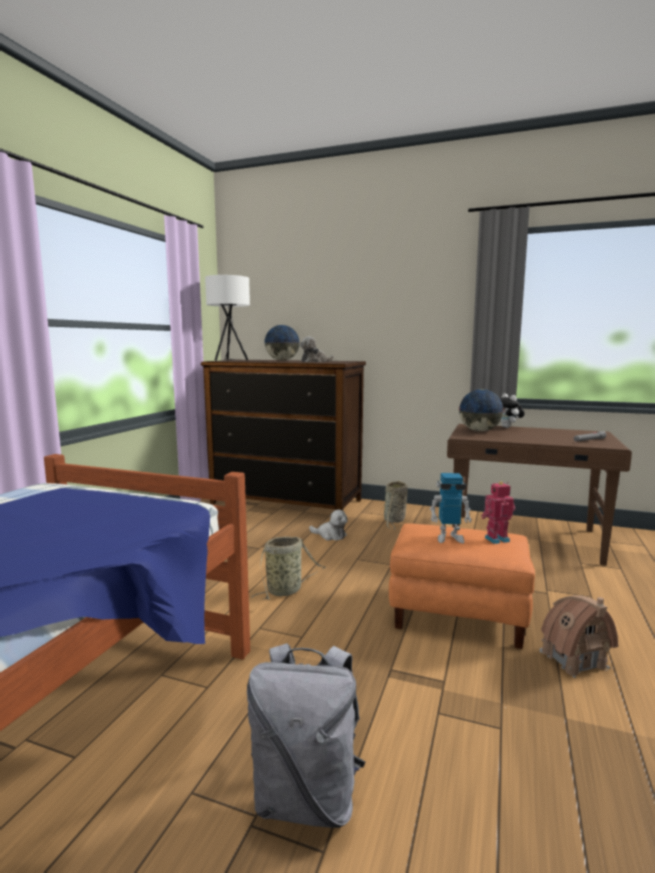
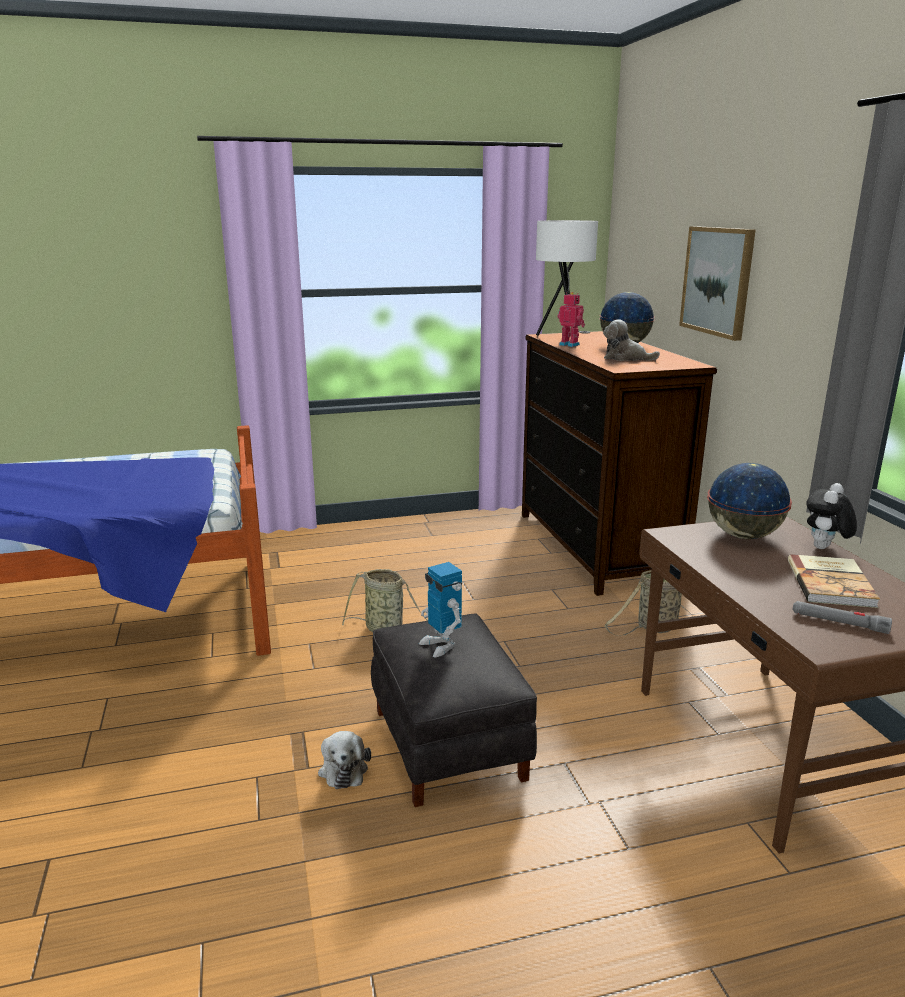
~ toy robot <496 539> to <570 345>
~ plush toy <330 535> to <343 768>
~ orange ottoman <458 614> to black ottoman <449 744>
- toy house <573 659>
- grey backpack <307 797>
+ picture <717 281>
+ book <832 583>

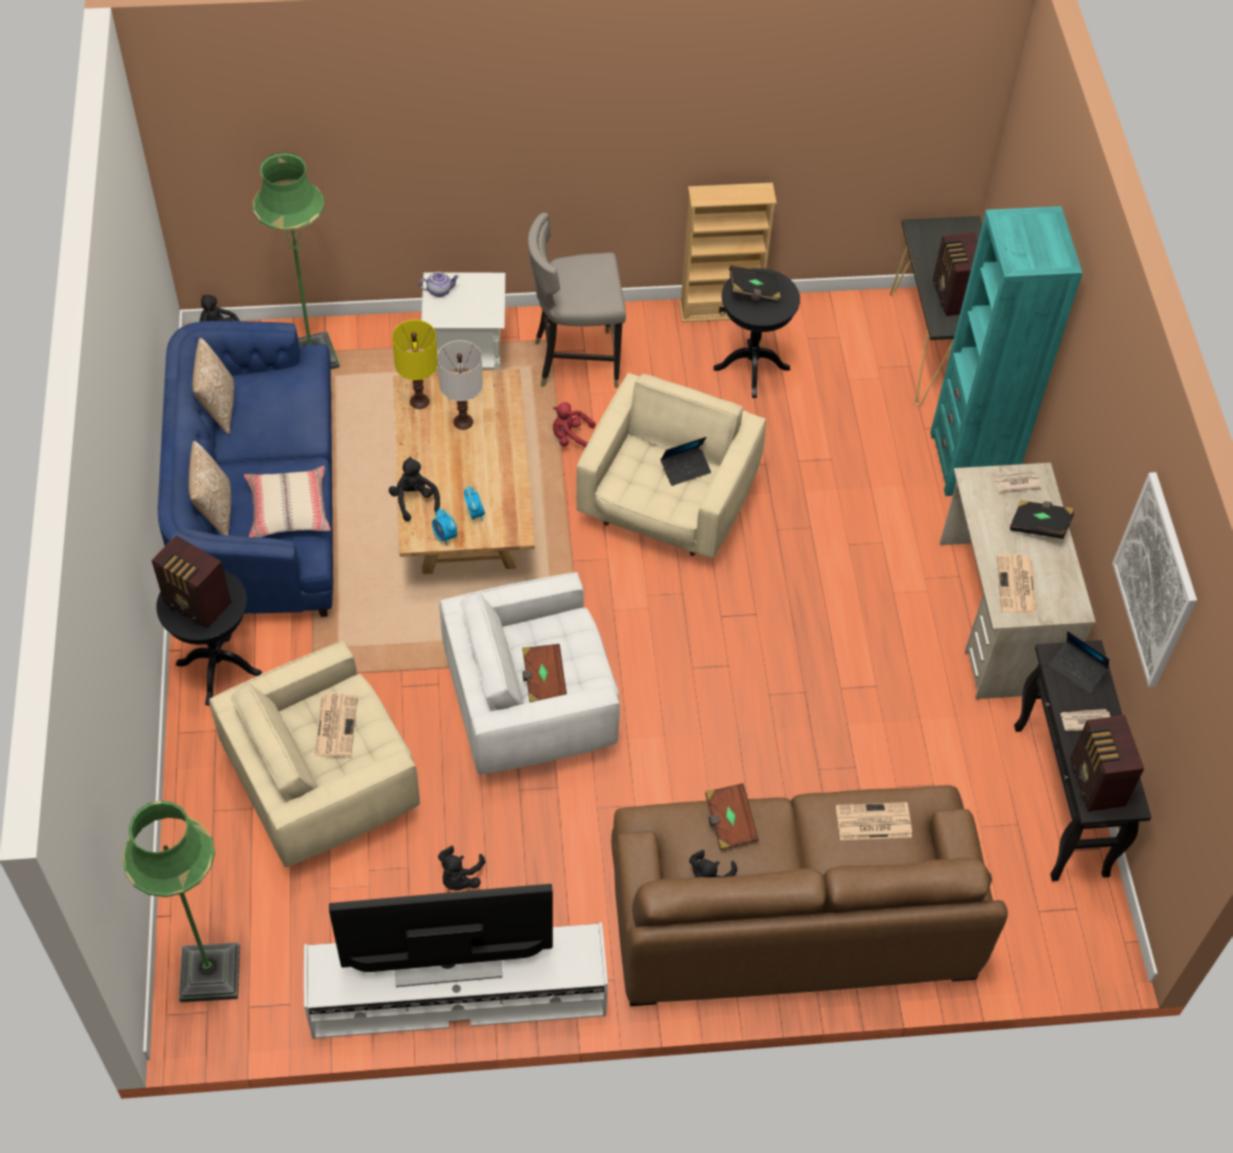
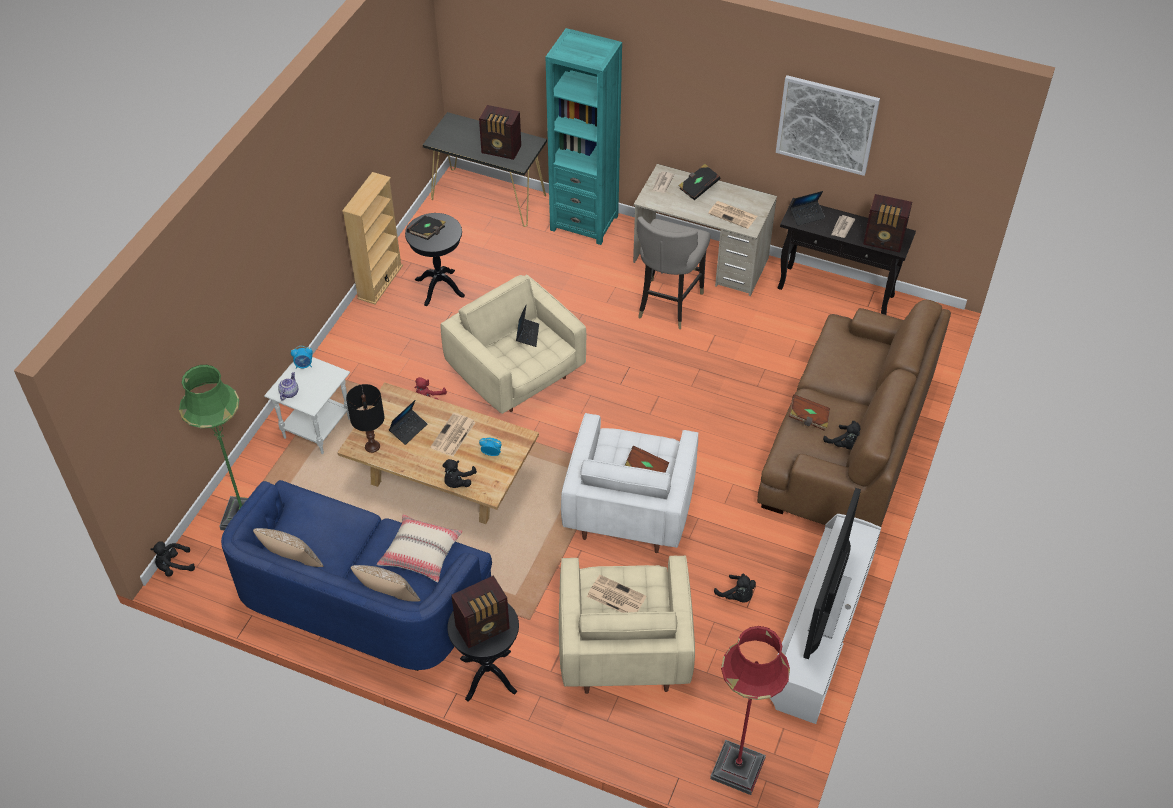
~ grey stool <575 361> to <668 304>
~ yellow table lamp <419 401> to black table lamp <372 446>
~ white table lamp <463 422> to laptop <408 429>
~ black plush toy <414 500> = <457 481> 75 degrees counterclockwise
~ alarm clock <445 536> to <304 365>
~ green floor lamp <210 973> to red floor lamp <737 768>
~ newspaper <872 822> to <453 435>

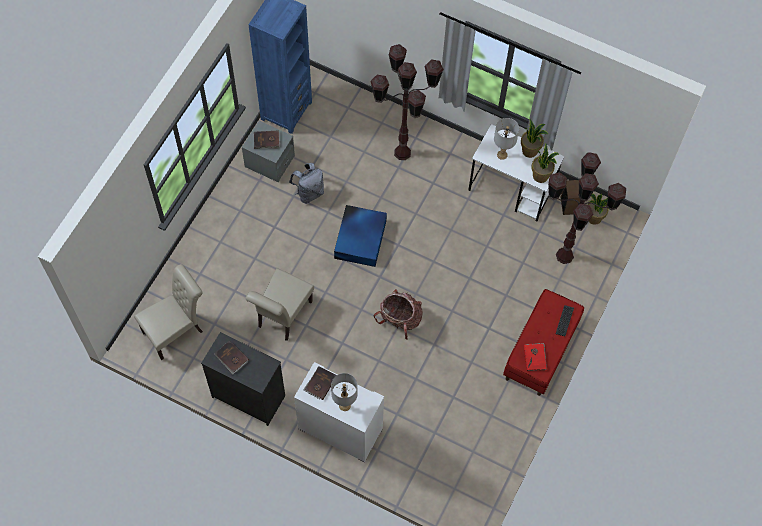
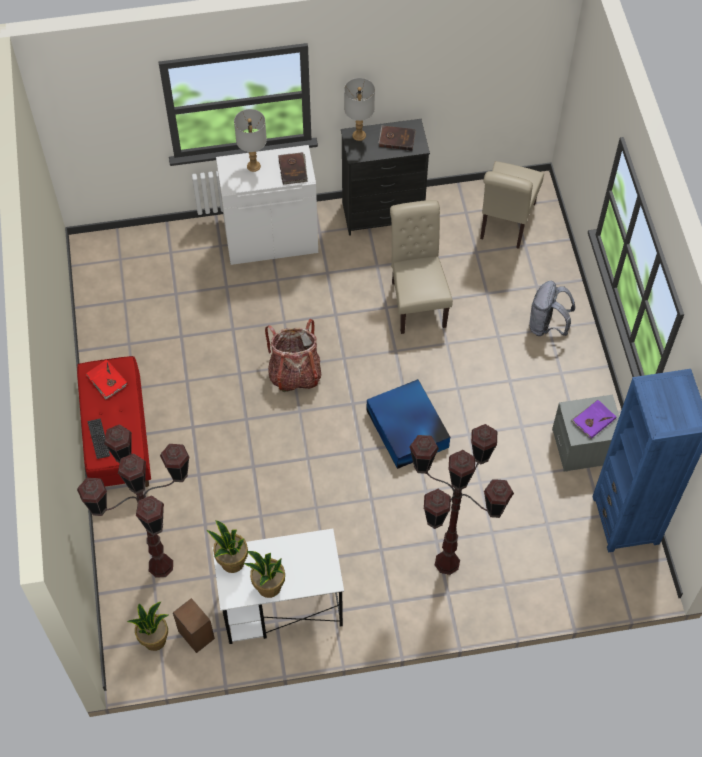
~ grey table lamp <502 154> to <359 135>
~ brown book <267 140> to purple book <593 420>
~ grey backpack <309 192> to <547 325>

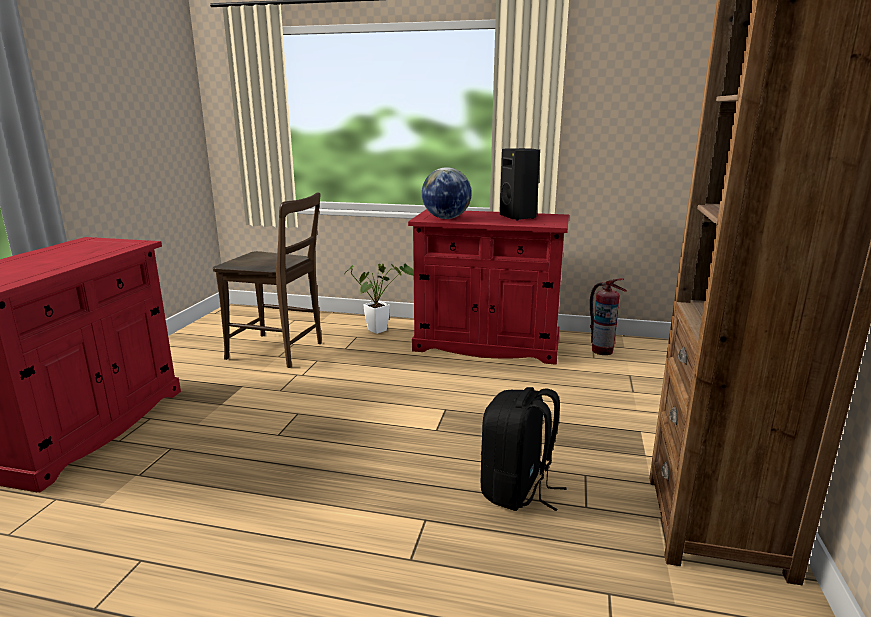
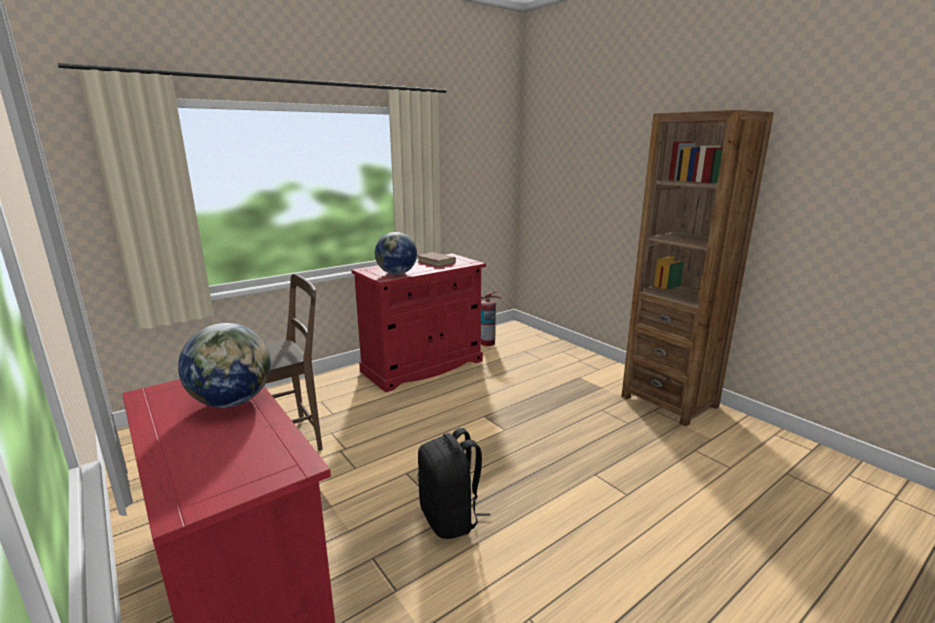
~ black speaker <519 217> to brown book <436 262>
- potted plant <381 329>
~ black backpack <517 490> to <450 518>
+ globe <233 402>

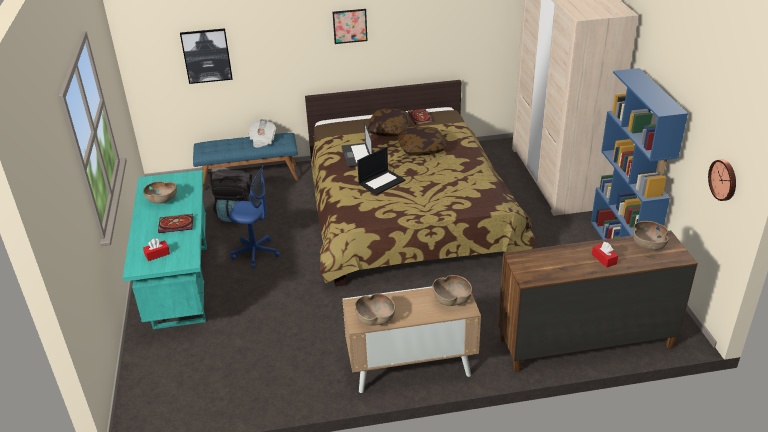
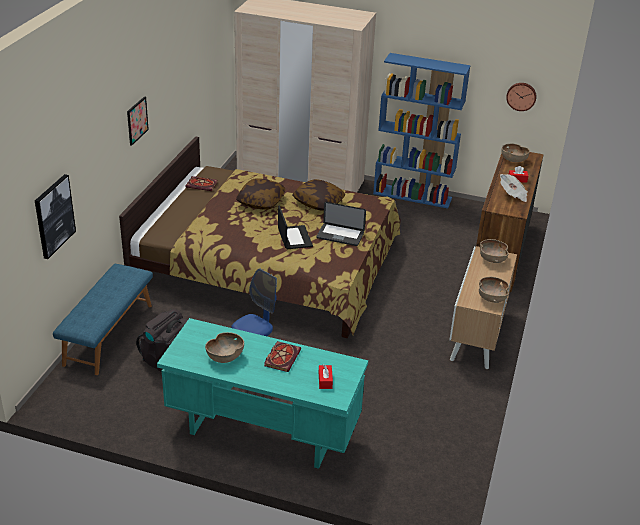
~ pillow <389 130> to <318 202>
~ newspaper <262 140> to <513 195>
~ laptop <356 156> to <340 235>

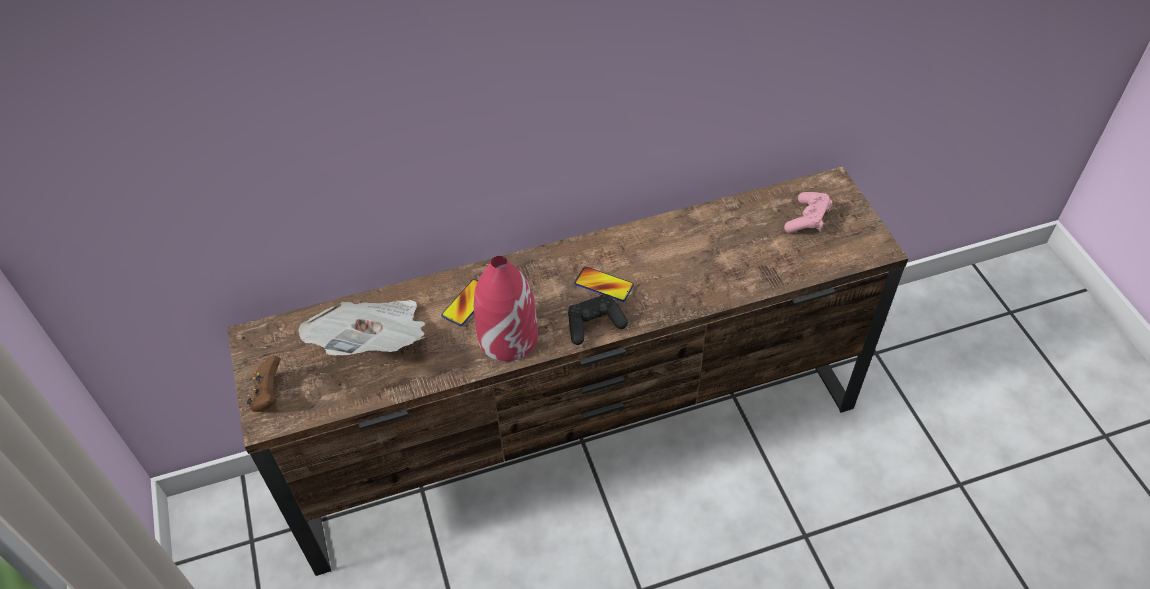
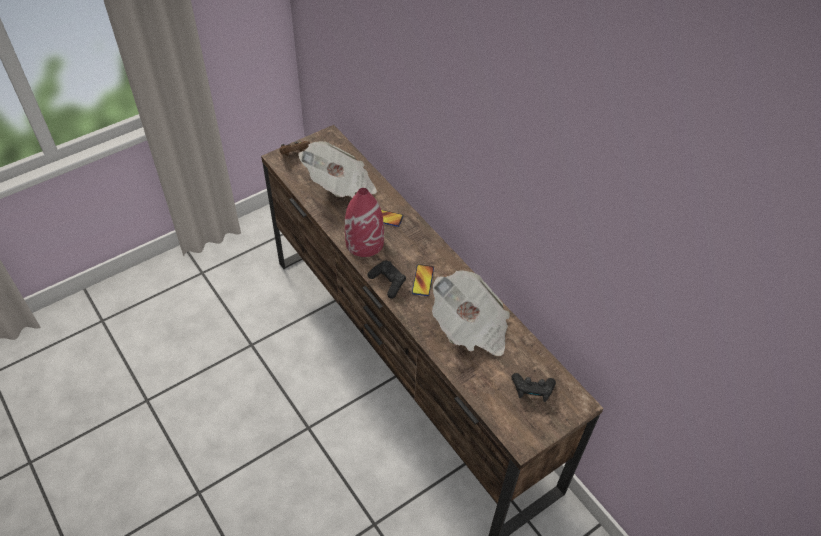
~ pink game controller <807 220> to black game controller <532 390>
+ newspaper <470 327>

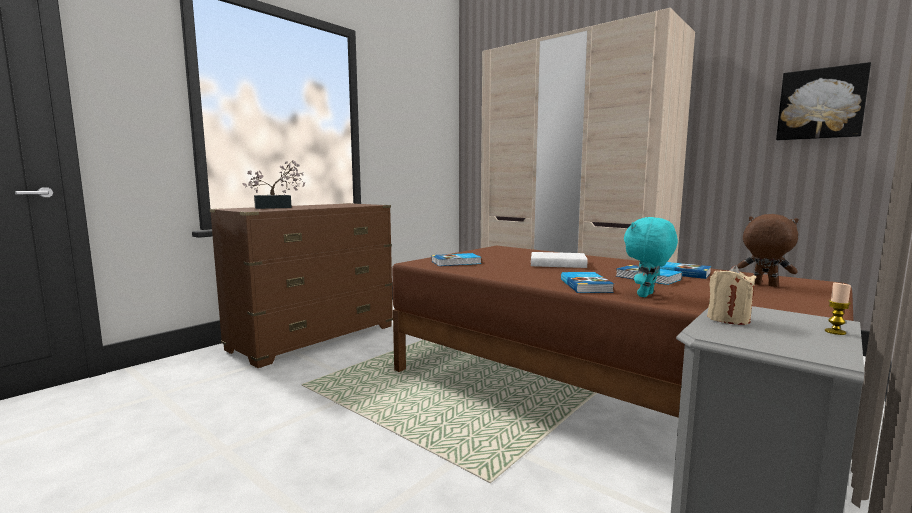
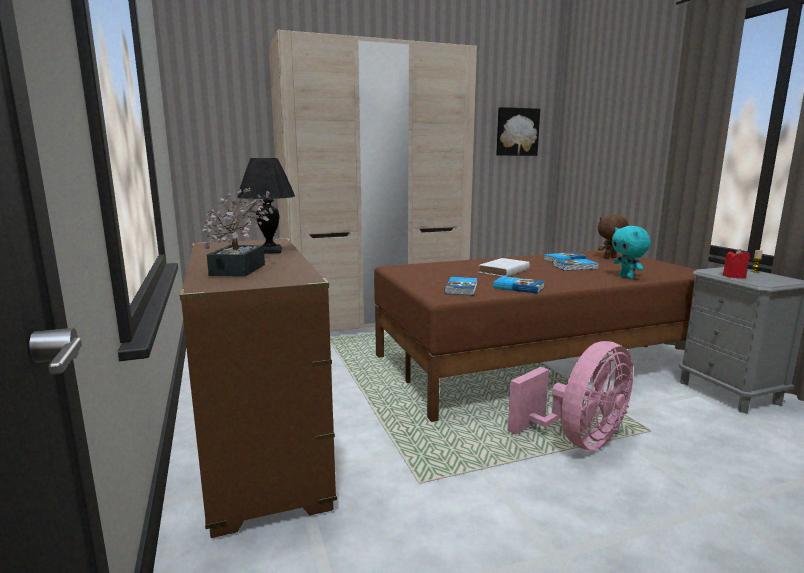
~ beige candle <728 319> to red candle <734 276>
~ book <586 286> to <518 287>
+ black table lamp <270 251>
+ pink fan <578 440>

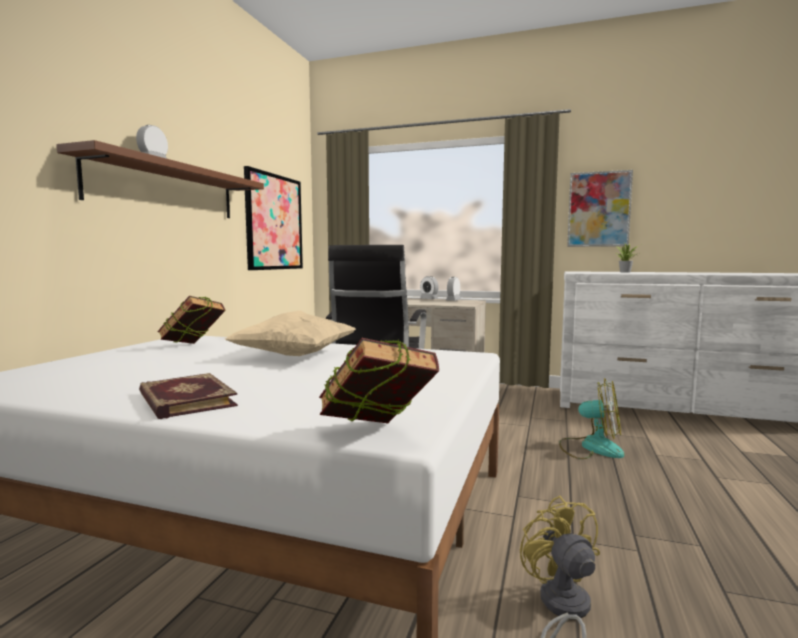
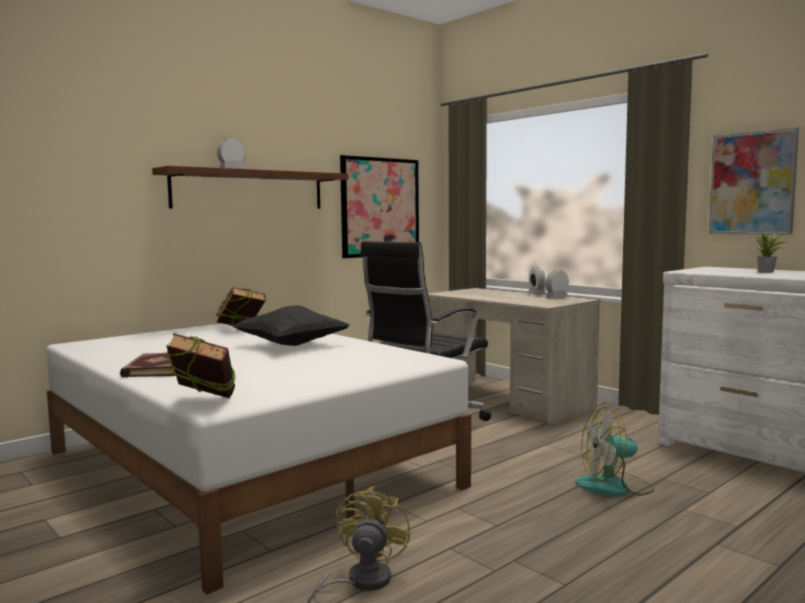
~ beige pillow <294 356> to black pillow <291 345>
~ fan <591 447> = <614 487> 120 degrees clockwise

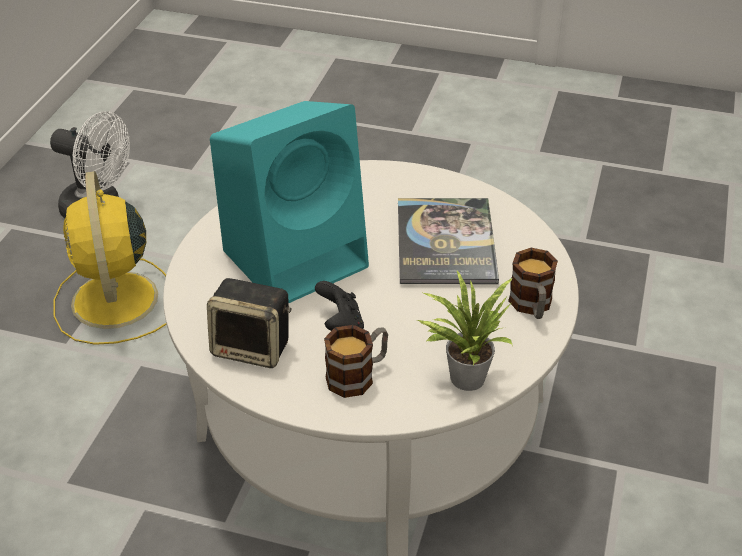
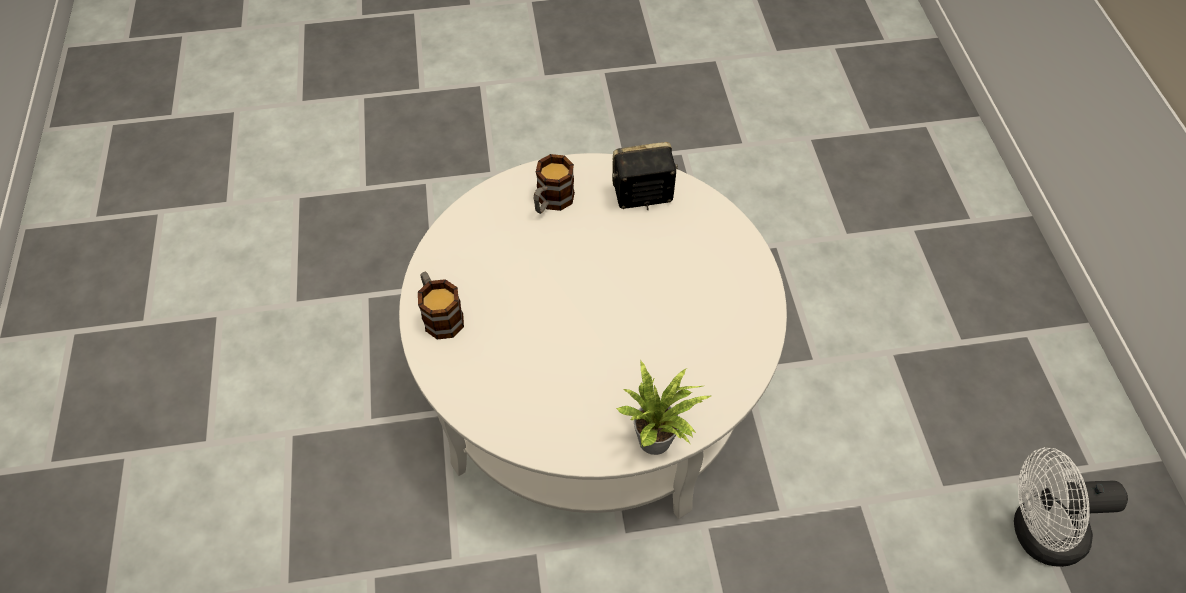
- turquoise speaker <298 257>
- yellow fan <115 302>
- book <445 242>
~ potted plant <463 375> to <659 440>
- black game controller <341 325>

